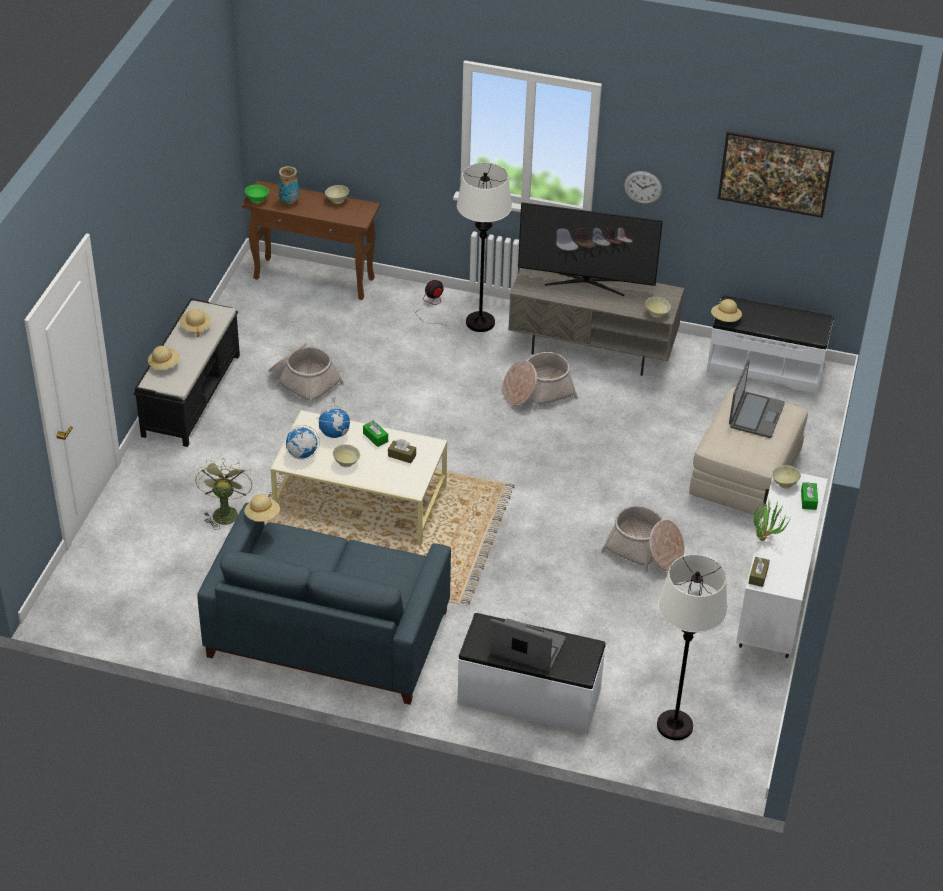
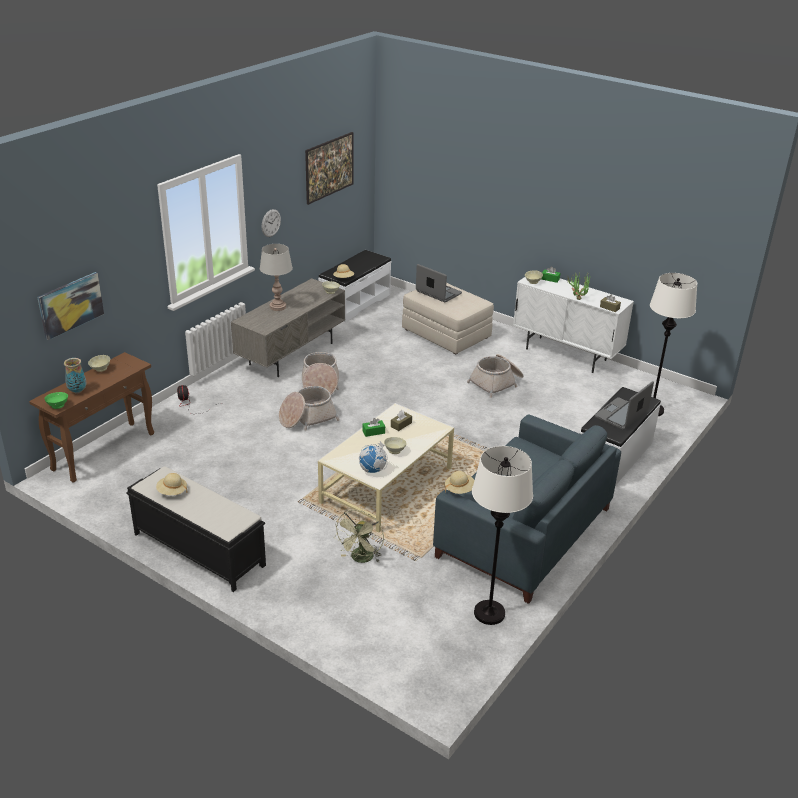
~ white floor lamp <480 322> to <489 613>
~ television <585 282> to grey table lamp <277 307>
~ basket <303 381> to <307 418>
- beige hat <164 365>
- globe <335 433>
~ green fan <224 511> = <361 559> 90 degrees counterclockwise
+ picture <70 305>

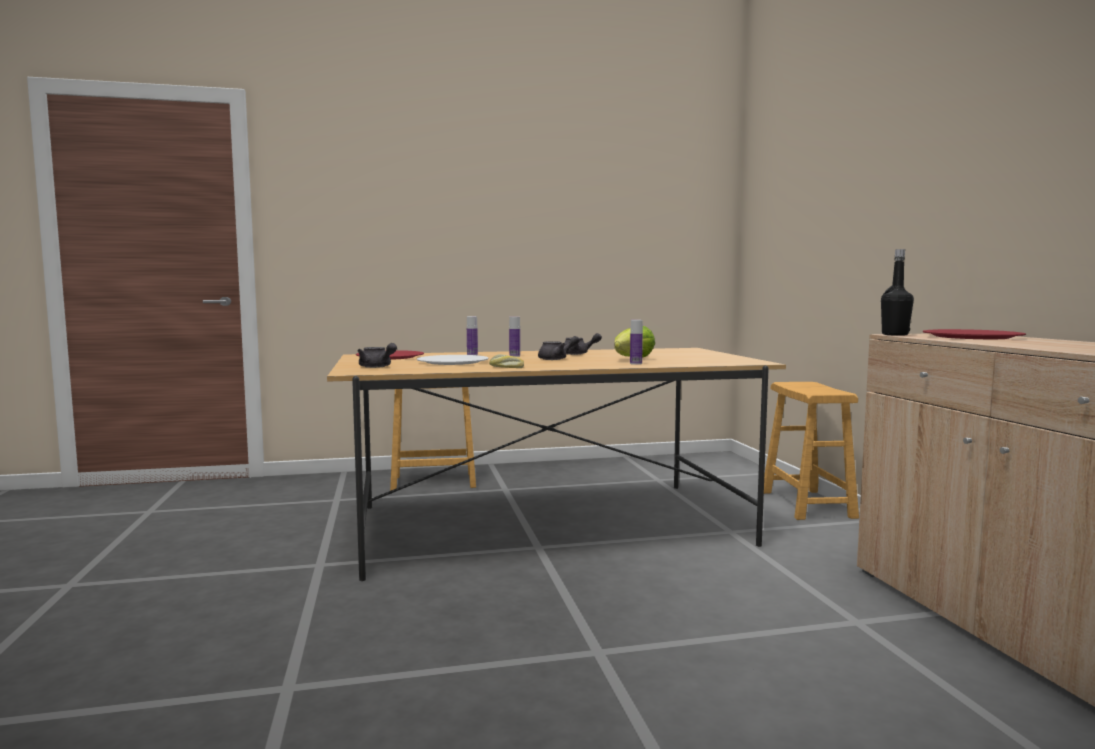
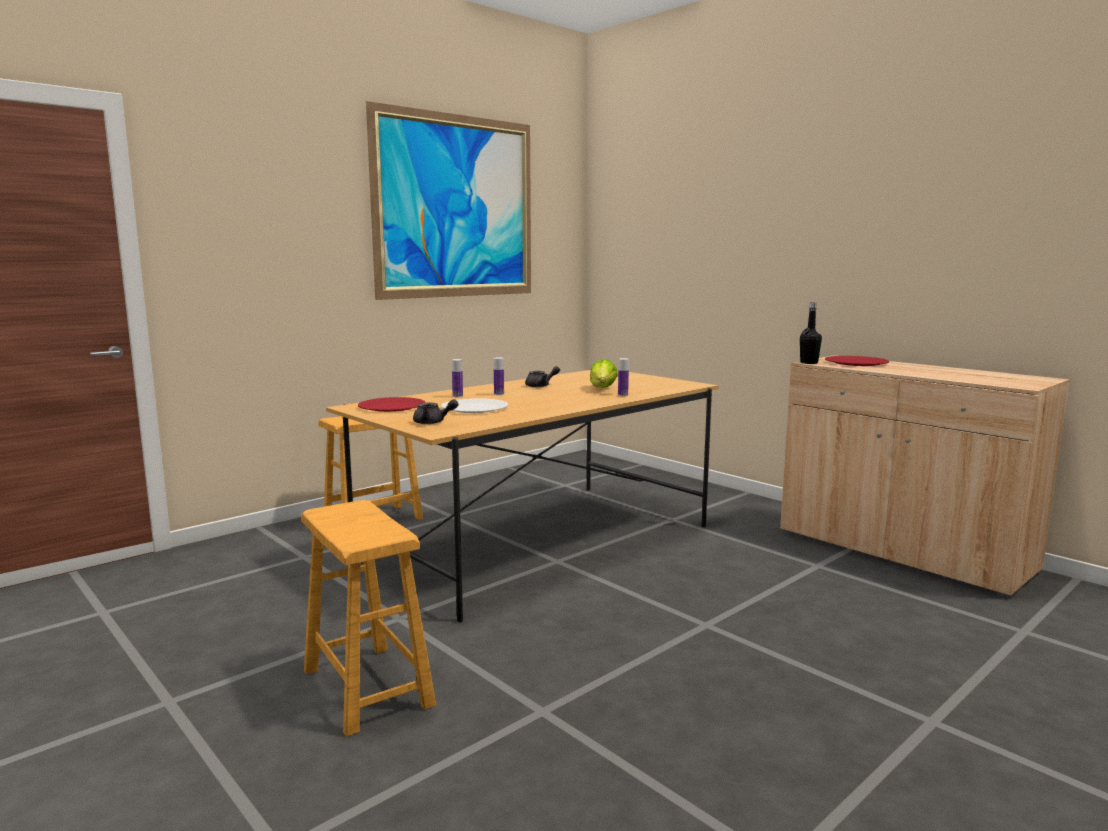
- grey teapot <557 359>
- bread <505 367>
~ brown stool <807 504> to <367 687>
+ picture <456 207>

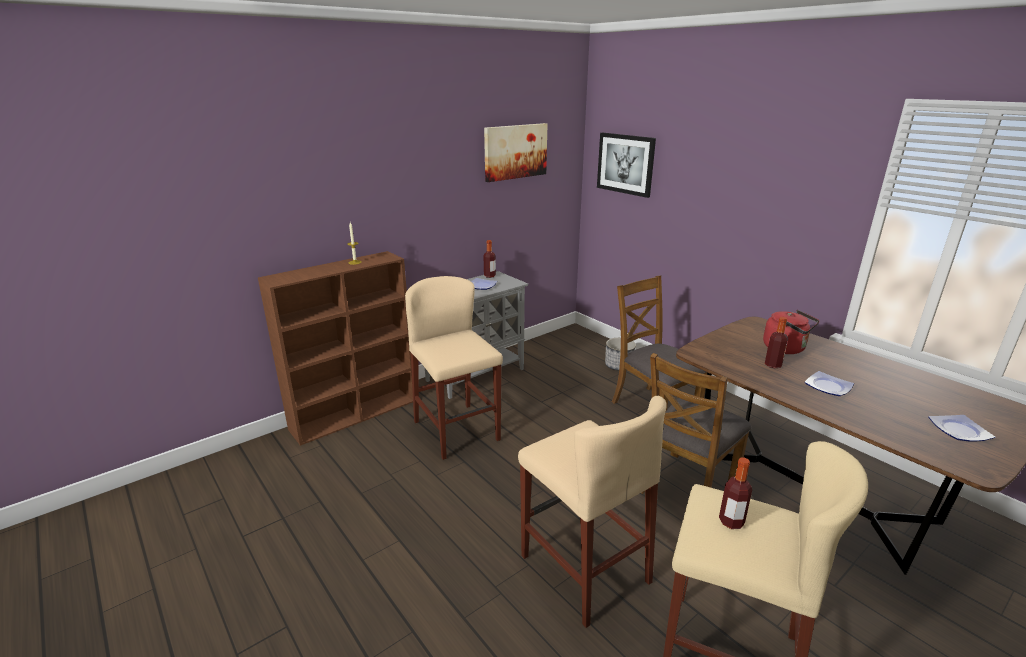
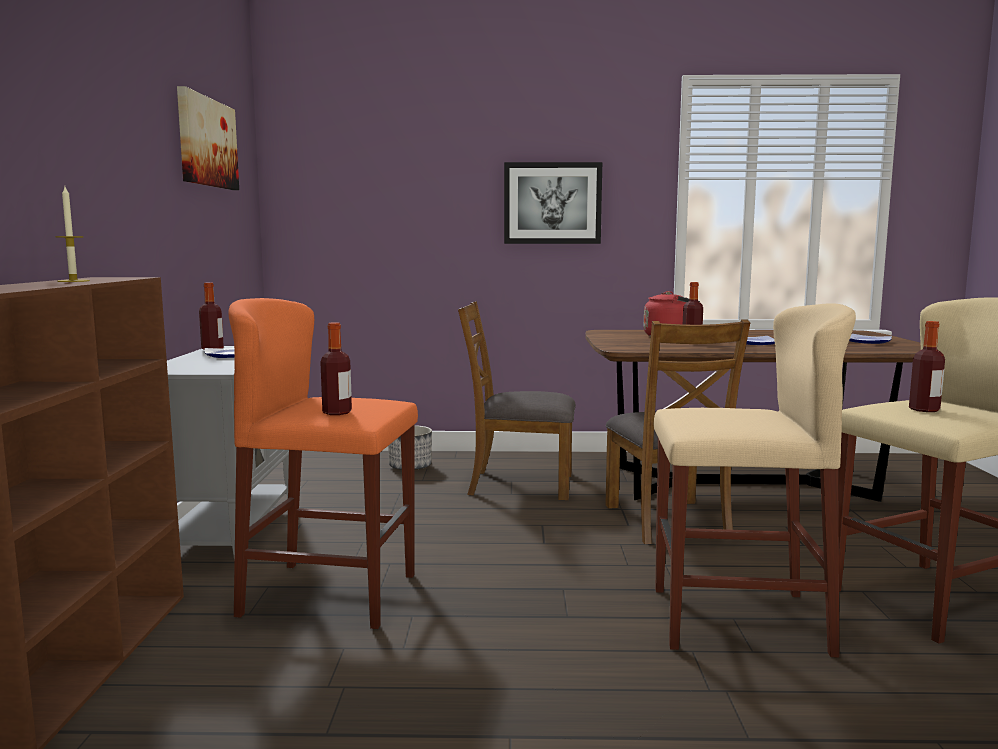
~ picture <625 164> to <552 203>
~ beige stool <456 430> to orange stool <330 594>
+ bottle <337 412>

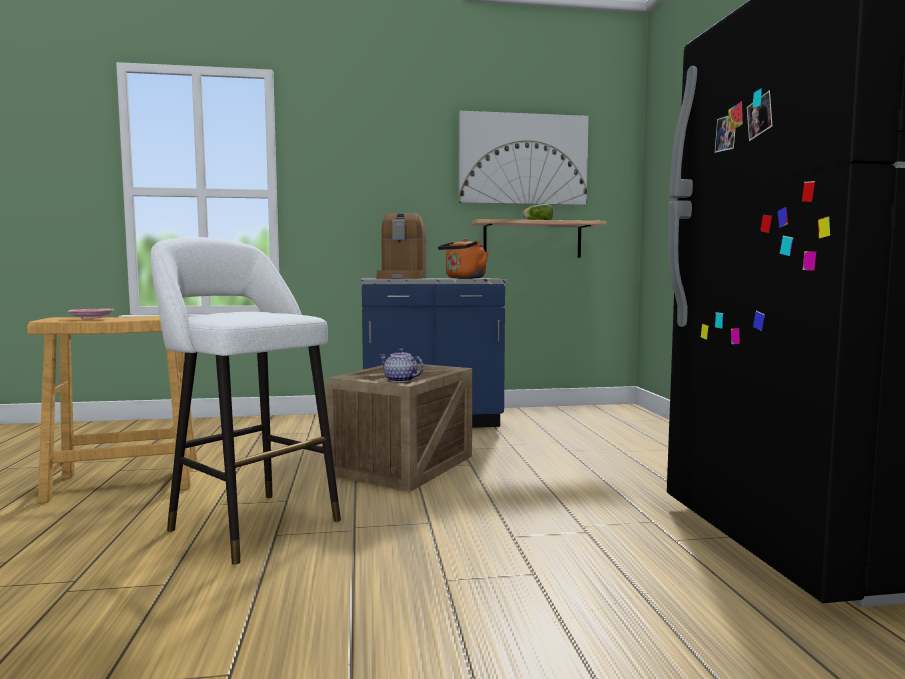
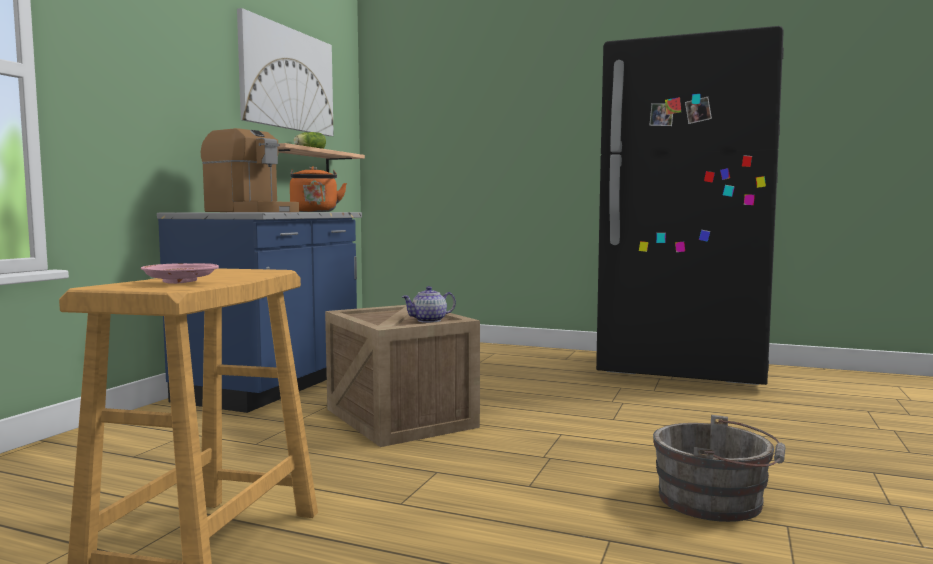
- white stool <249 523>
+ grey bucket <716 501>

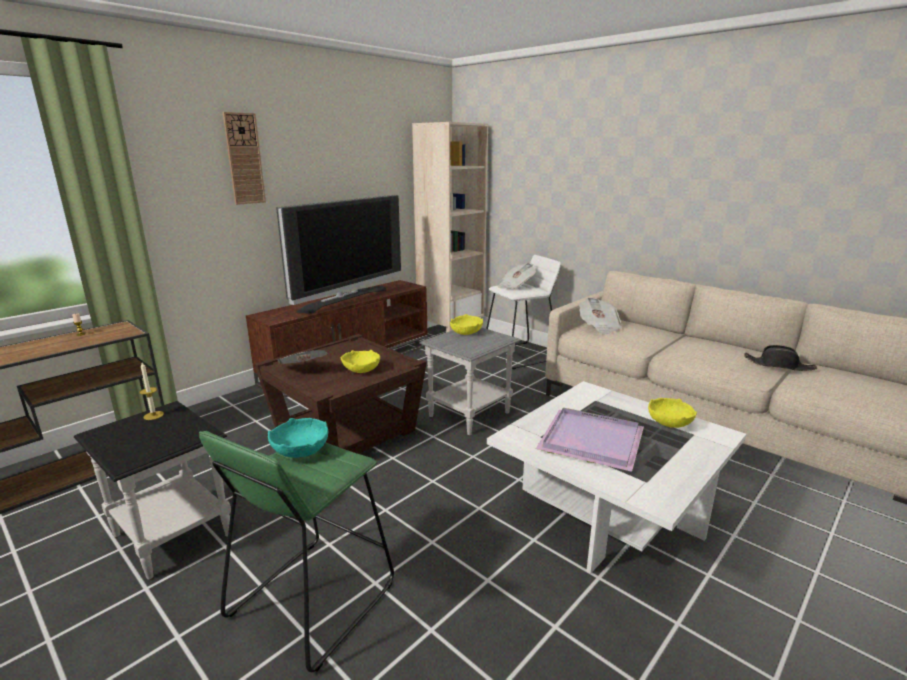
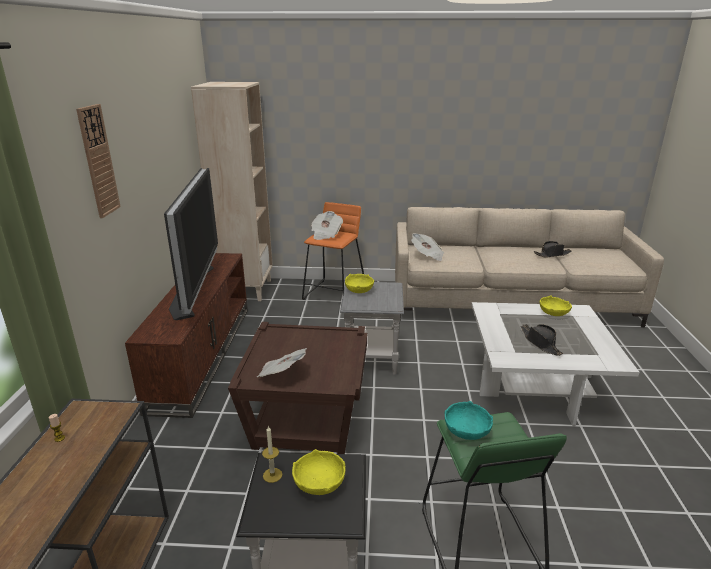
~ white stool <520 355> to orange stool <334 294>
~ yellow bowl <361 370> to <320 483>
~ purple tray <589 441> to black hat <540 343>

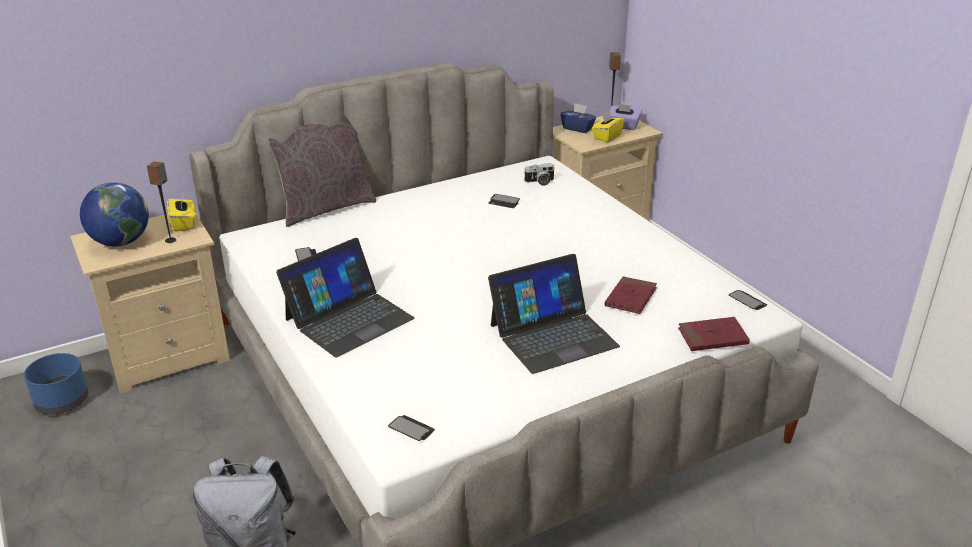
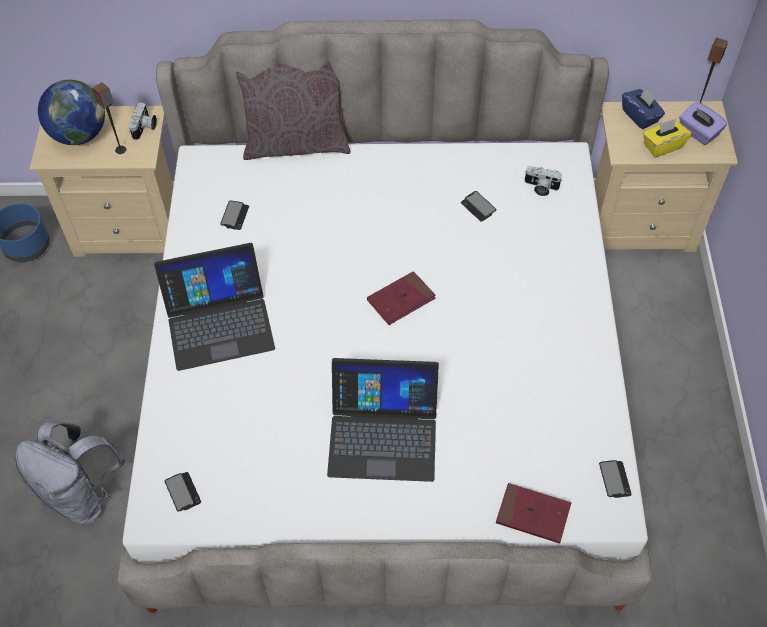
~ yellow tissue box <184 223> to photo camera <145 128>
~ red book <630 298> to <401 300>

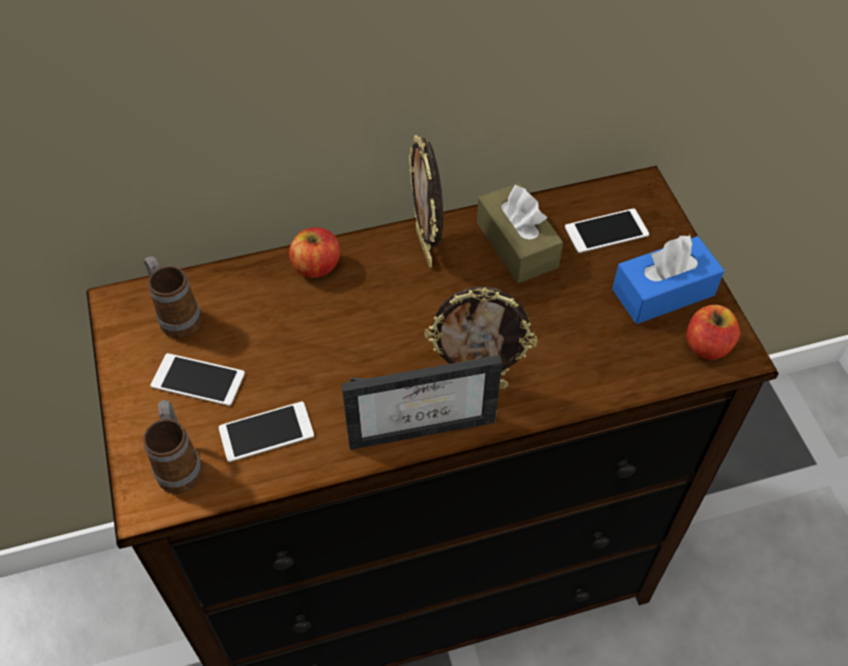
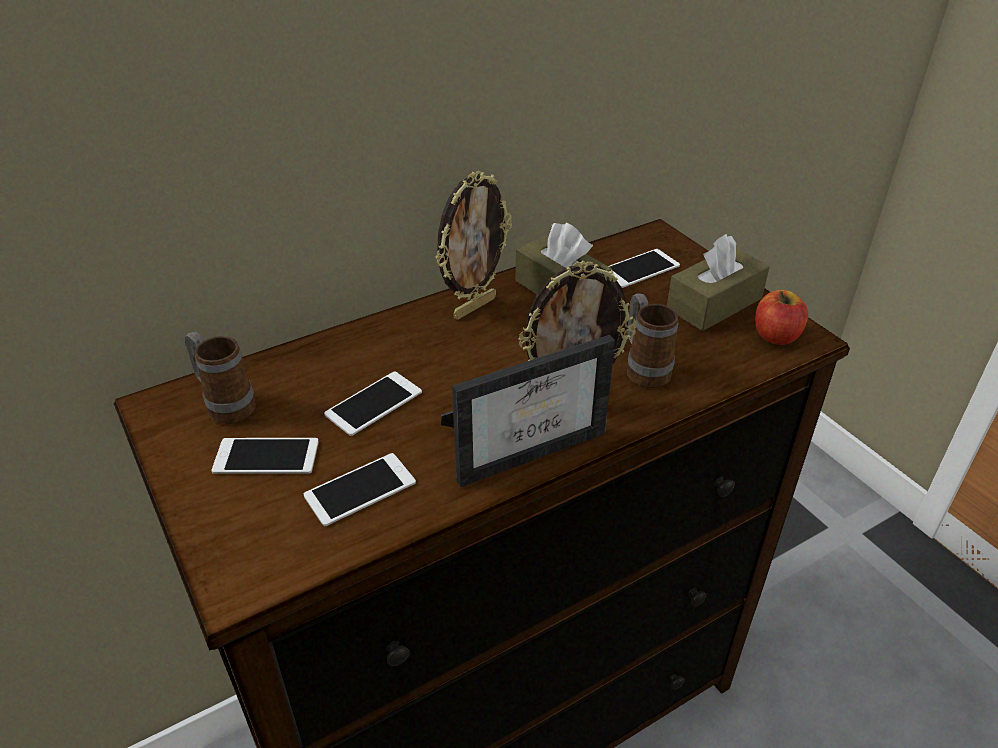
~ picture frame <426 248> = <473 307> 105 degrees counterclockwise
- apple <316 266>
~ blue tissue box <663 292> to brown tissue box <714 304>
~ mug <180 465> to <644 369>
+ phone <374 403>

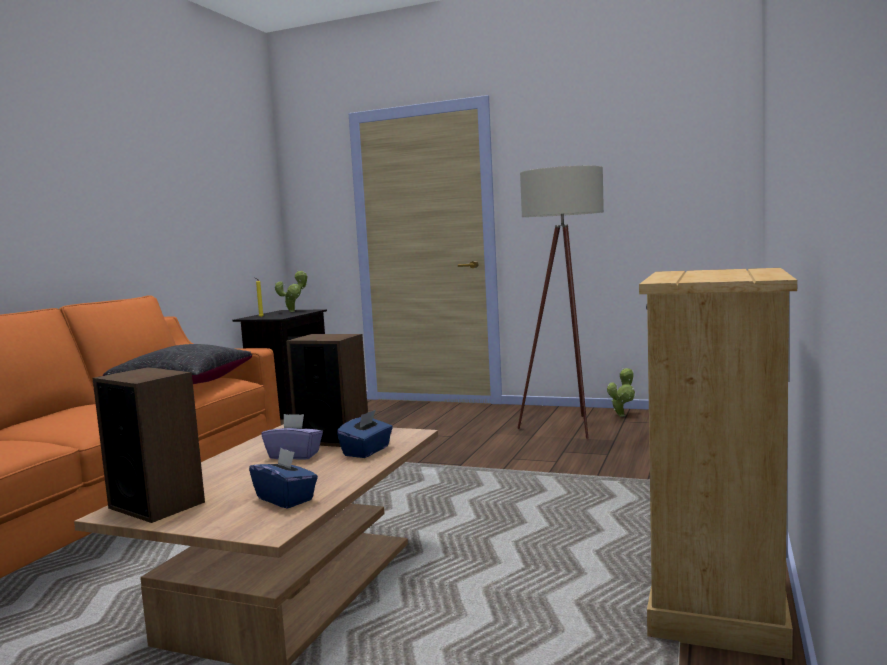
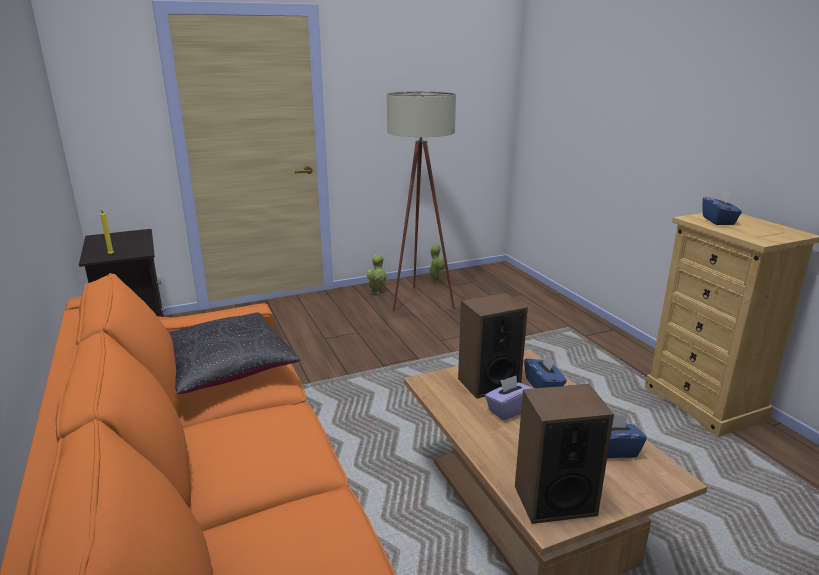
~ potted plant <294 311> to <376 292>
+ blue tissue box <718 221>

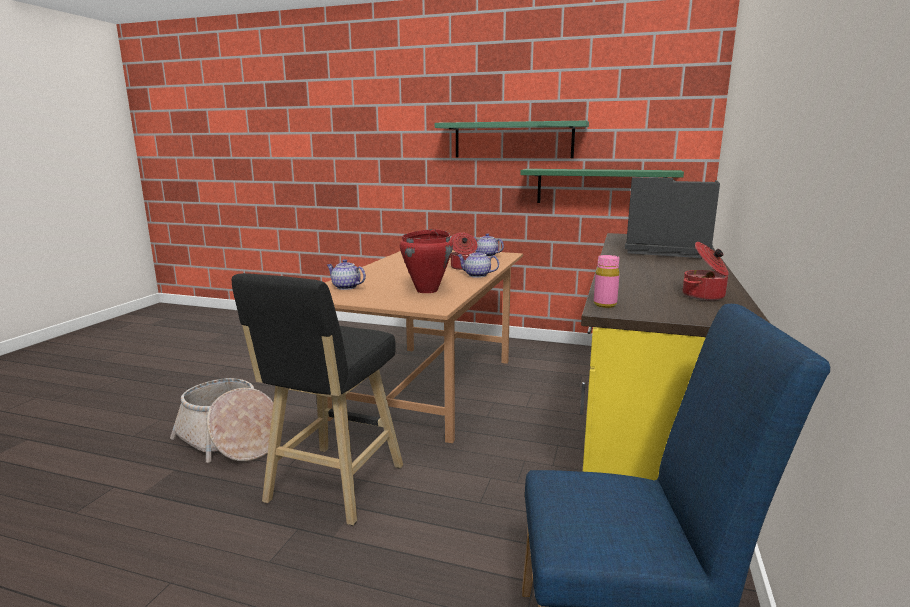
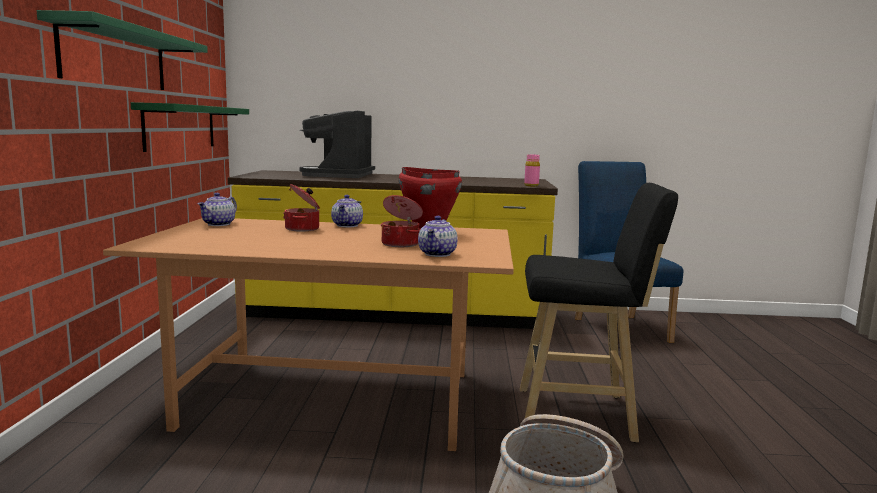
~ cooking pot <704 296> to <401 244>

